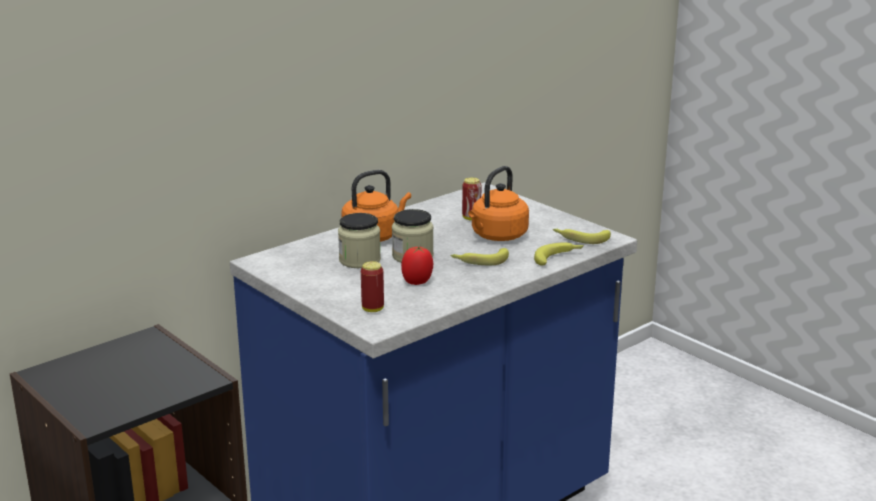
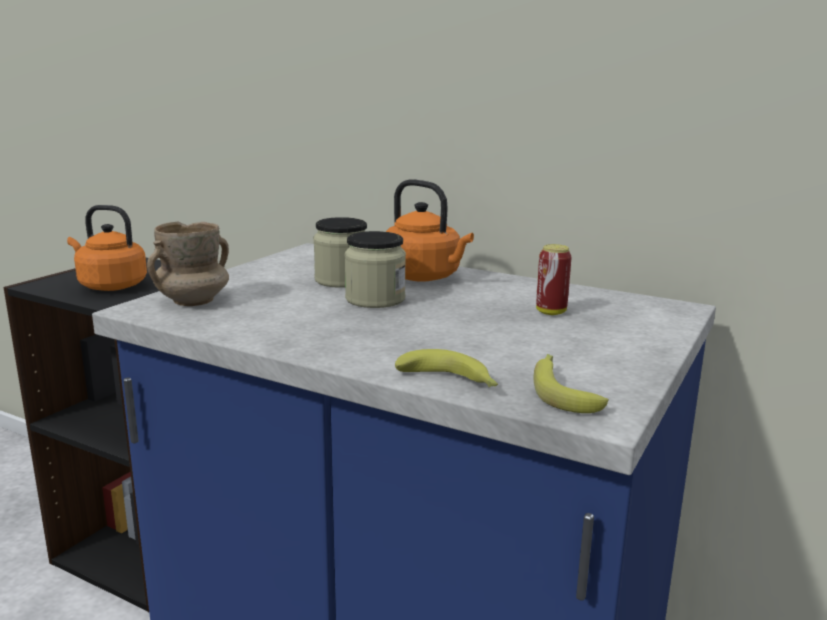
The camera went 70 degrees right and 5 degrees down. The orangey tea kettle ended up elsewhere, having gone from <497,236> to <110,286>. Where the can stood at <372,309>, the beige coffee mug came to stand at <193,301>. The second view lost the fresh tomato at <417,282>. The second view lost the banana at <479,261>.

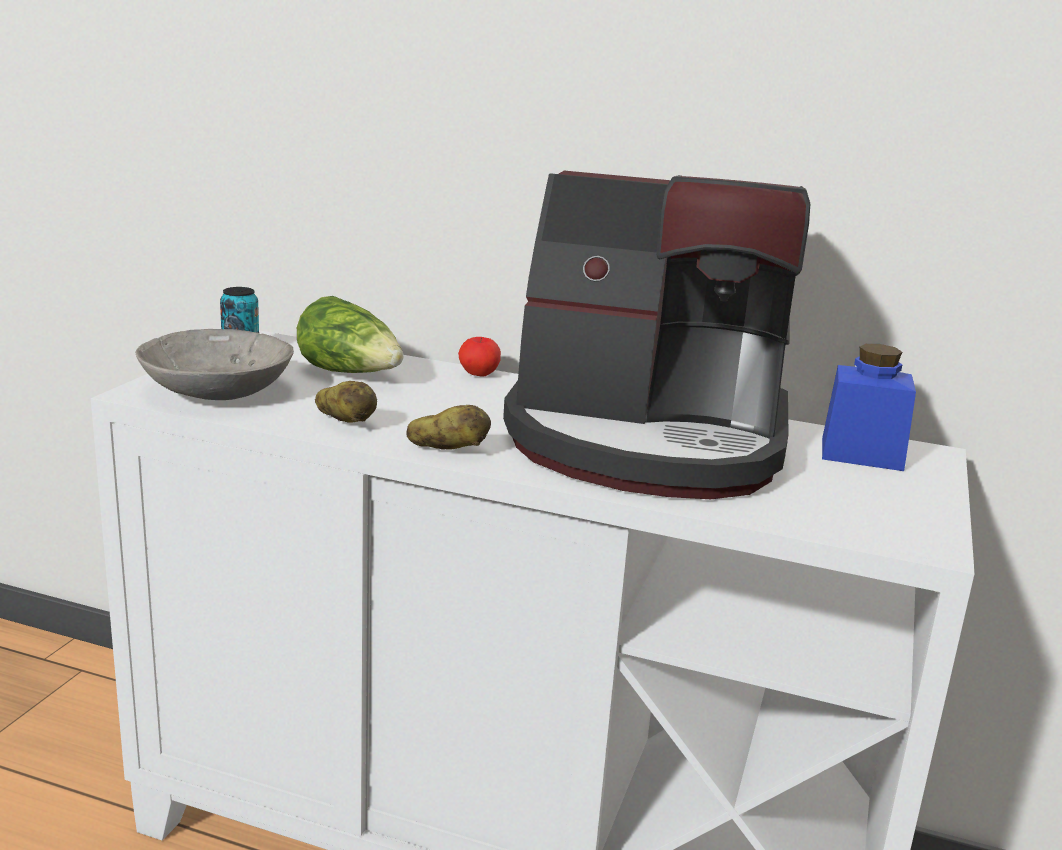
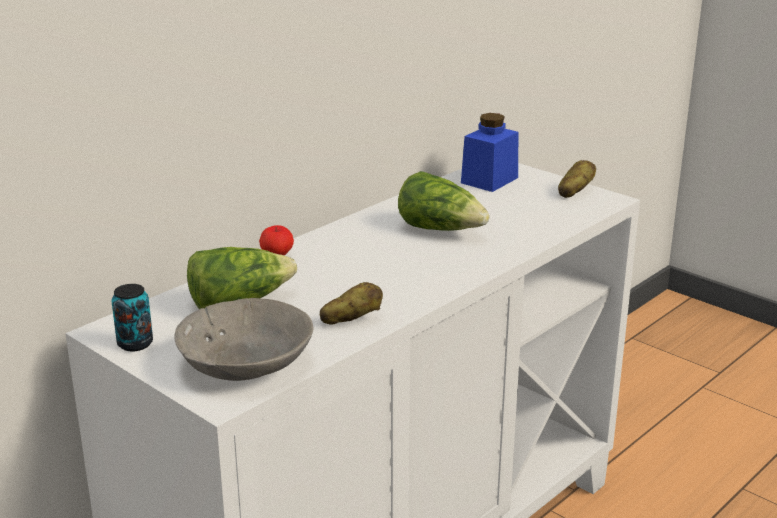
The camera went 65 degrees left and 5 degrees up. Where the coffee machine stood at <647,441>, the lettuce came to stand at <441,229>. The whole potato ended up elsewhere, having gone from <448,450> to <574,192>.

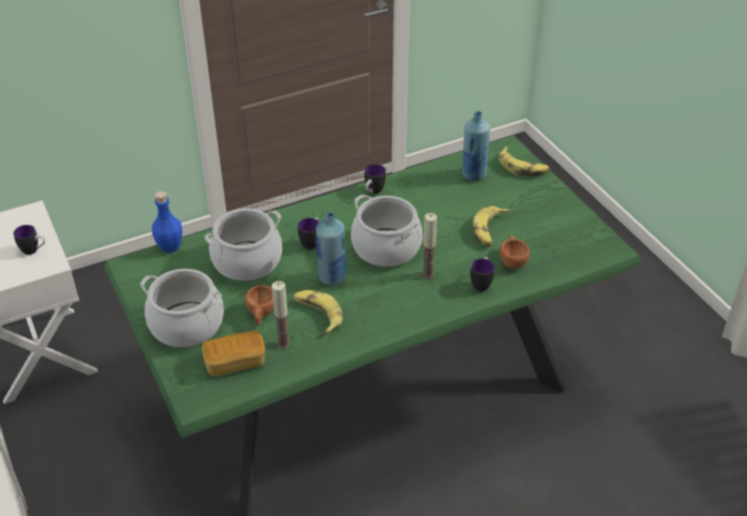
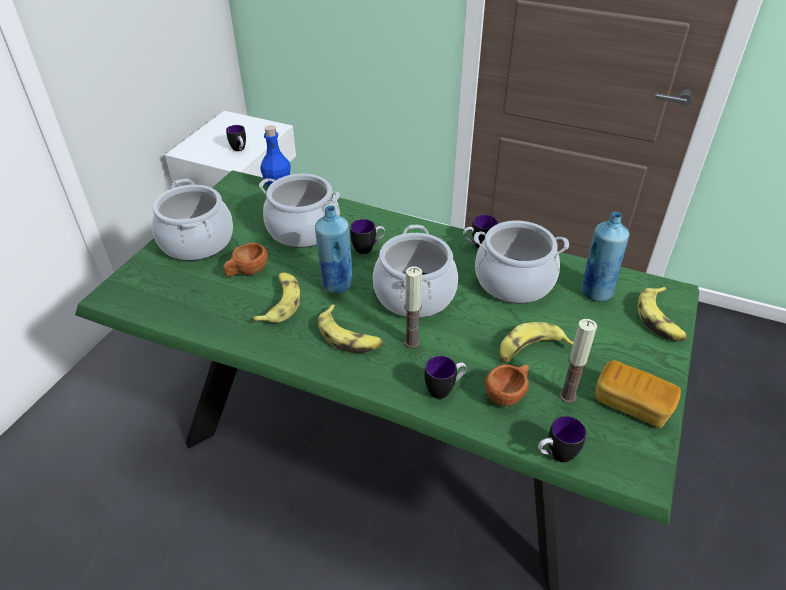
The camera went 50 degrees right and 0 degrees up. The second view gained the banana at <349,336>. The second view gained the cooking pot at <514,281>. The second view gained the coffee mug at <555,455>. The wax candle ended up elsewhere, having gone from <283,343> to <567,396>. The baked bread ended up elsewhere, having gone from <235,363> to <632,404>.

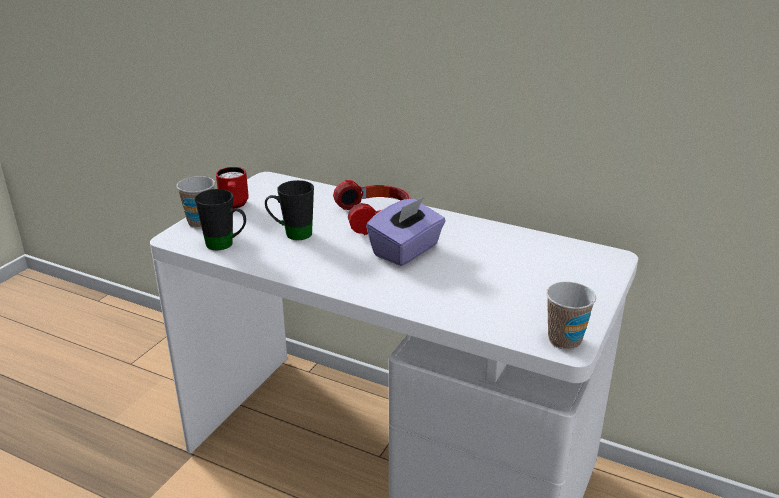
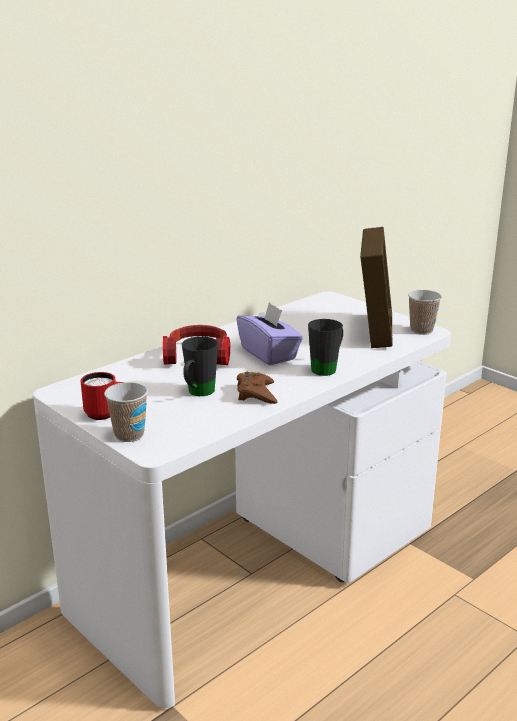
The camera went 70 degrees left and 5 degrees down. The second view gained the brown joypad at <256,393>. The blackish coffee mug ended up elsewhere, having gone from <226,245> to <327,368>. The second view gained the standing frame at <374,330>.

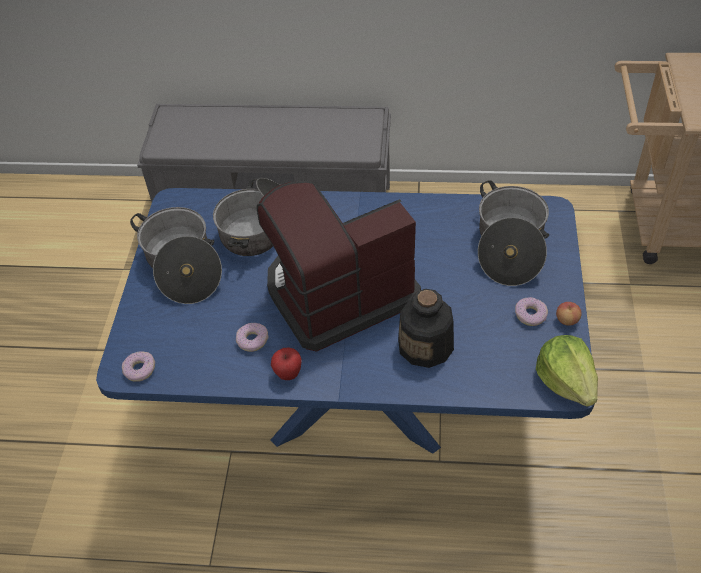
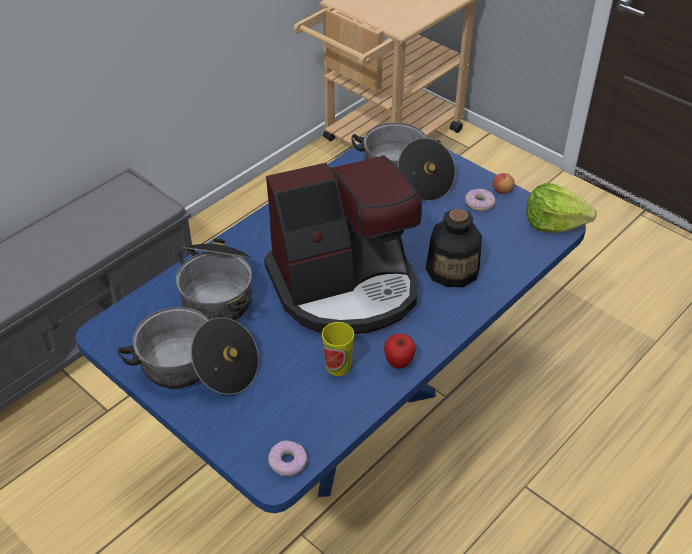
The camera went 55 degrees left and 5 degrees down. The coffee machine at <338,293> ended up facing another way, 120 degrees counterclockwise from before. Where the ring doughnut stood at <252,340>, the cup came to stand at <338,366>.

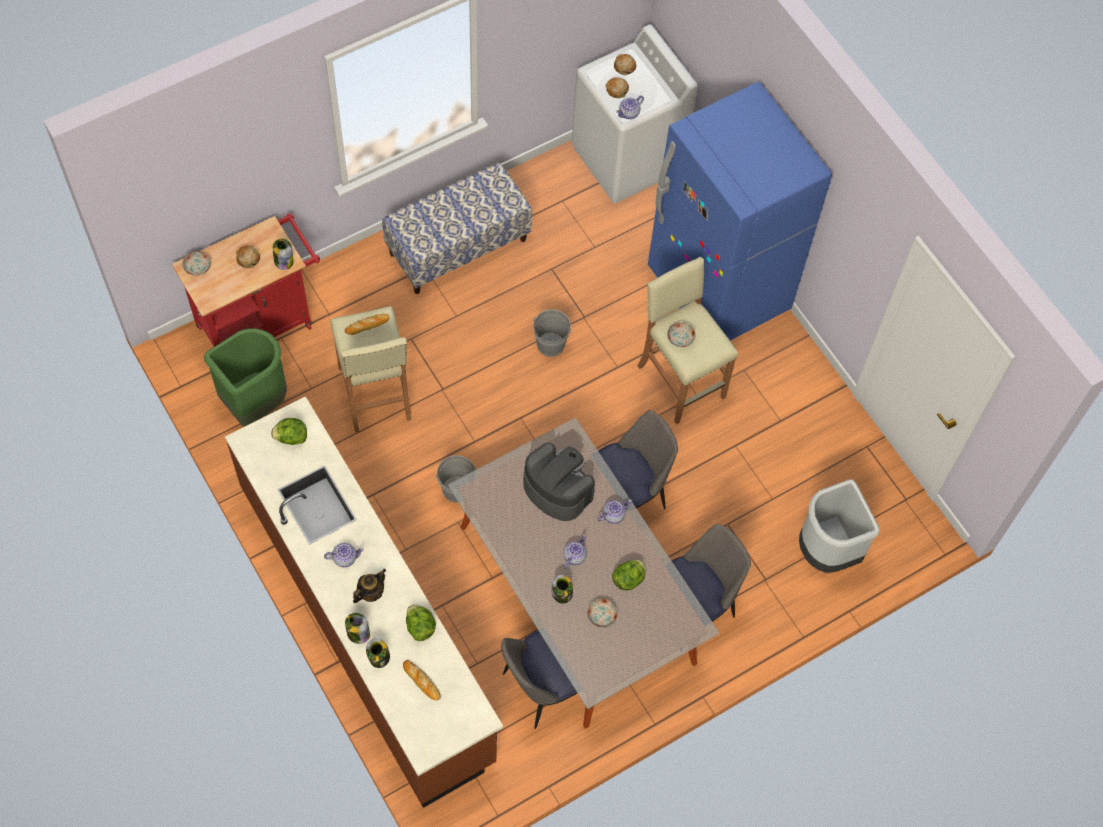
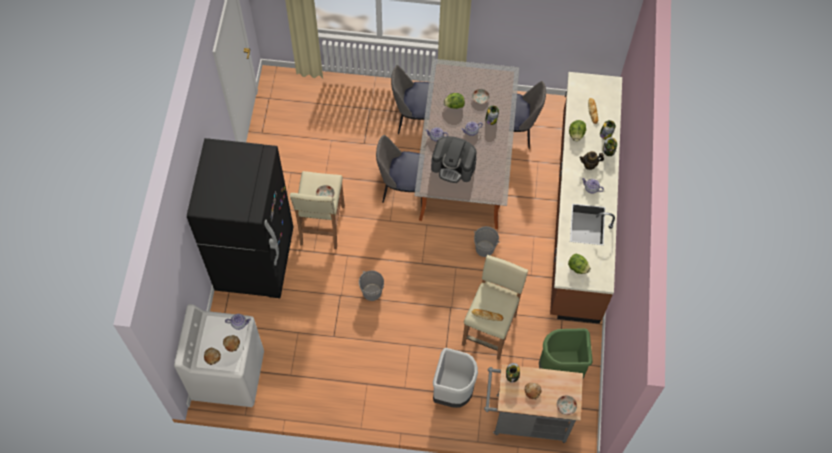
The camera went 140 degrees left and 0 degrees up. What was the blue fridge at <718,290> turned into the blackish fridge at <255,260>. The coffee machine at <557,489> ended up facing another way, 60 degrees counterclockwise from before. The grey trash can ended up elsewhere, having gone from <826,551> to <452,392>. What was the red trolley at <261,323> turned into the grey trolley at <525,418>. The second view lost the indoor bench at <458,246>.

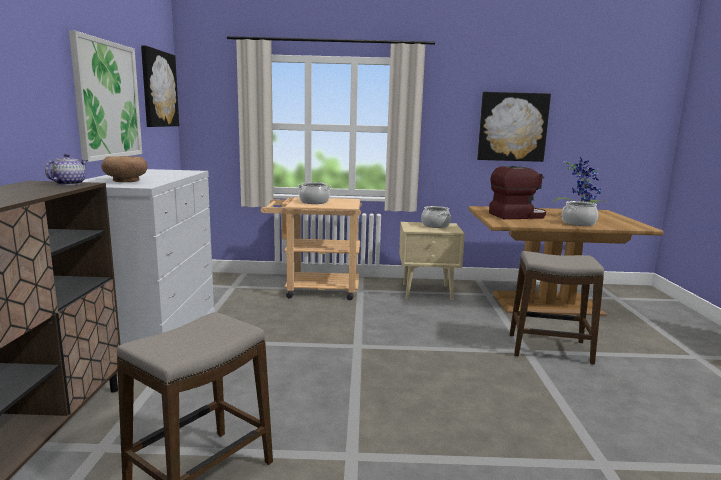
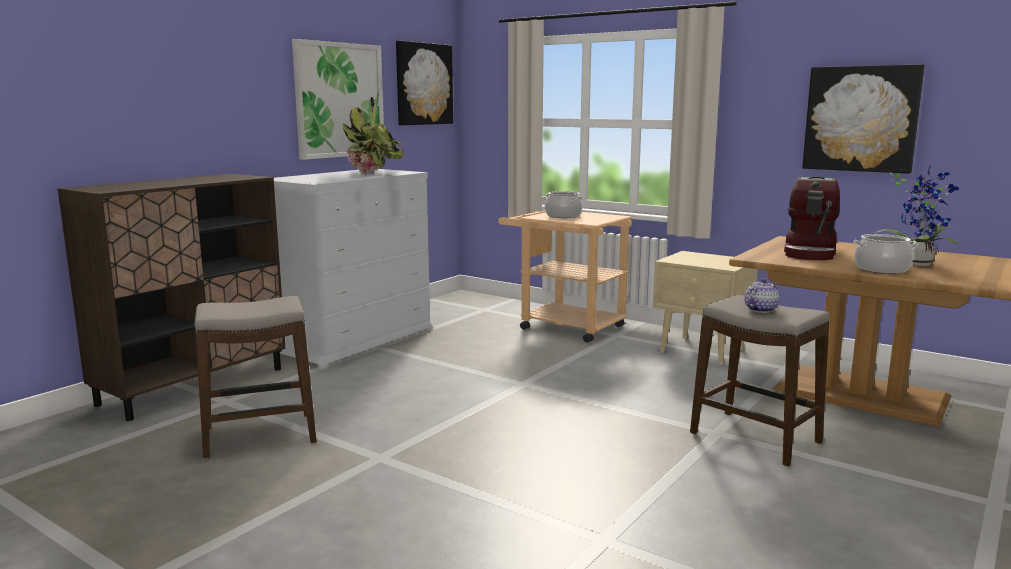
The camera went 35 degrees right and 0 degrees up. The second view gained the potted plant at <376,173>. The pot for tea ended up elsewhere, having gone from <69,184> to <760,309>. The coffee machine at <517,216> ended up facing another way, 90 degrees clockwise from before. The second view lost the brown bowl at <125,181>. The second view lost the cooking pot at <435,225>.

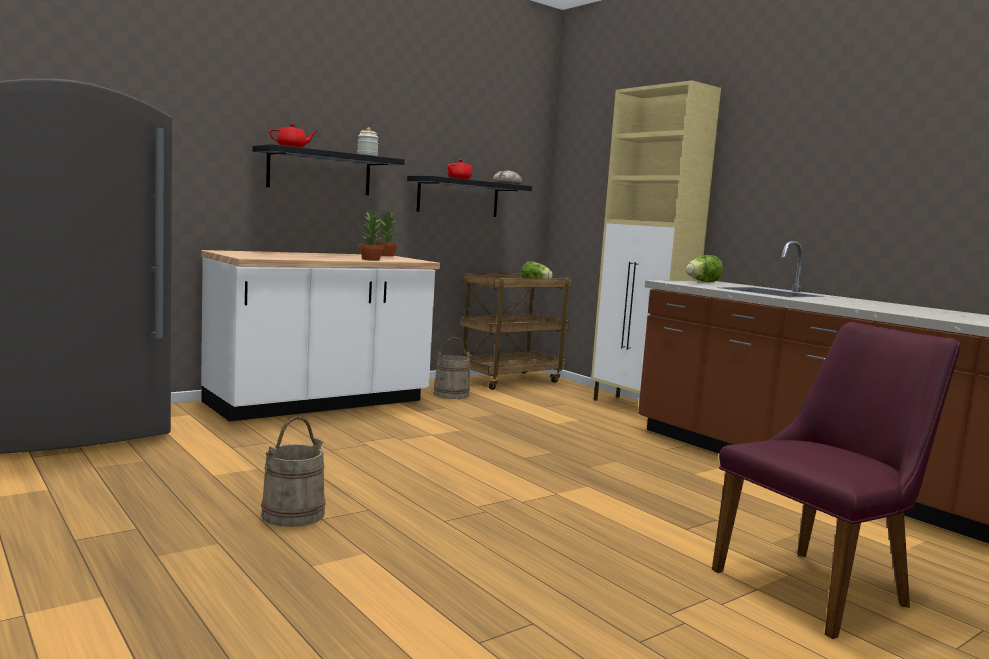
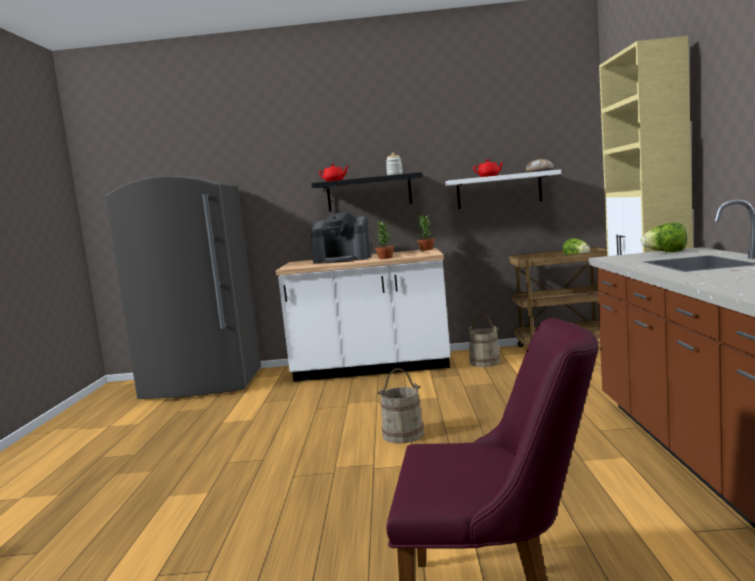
The camera went 40 degrees right and 0 degrees up. The second view gained the coffee machine at <343,259>. The beige bucket ended up elsewhere, having gone from <293,514> to <403,434>. What was the blackish bracket shelf at <458,197> turned into the whitish bracket shelf at <499,190>.

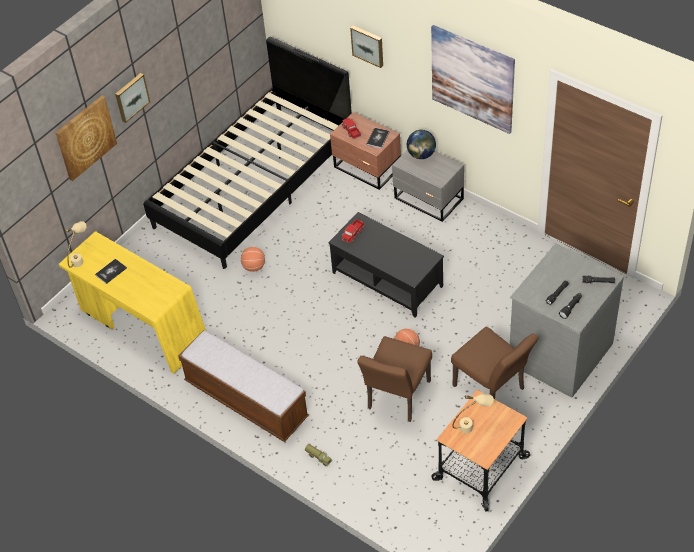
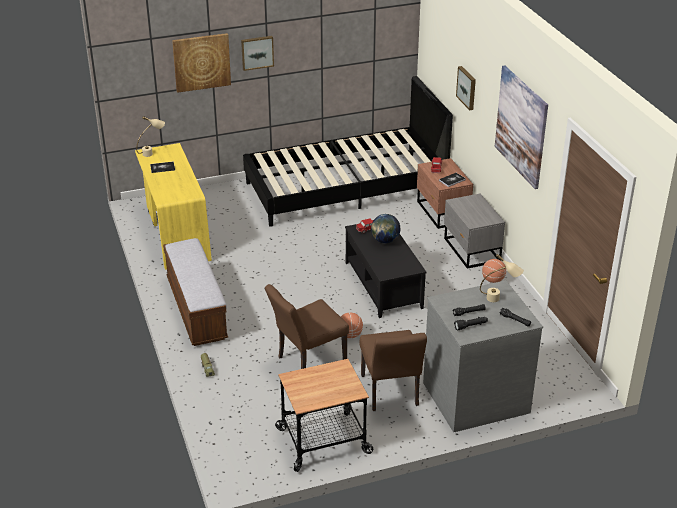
The camera went 30 degrees right and 15 degrees down. The world globe ended up elsewhere, having gone from <421,155> to <385,241>. The beige table lamp ended up elsewhere, having gone from <472,426> to <499,299>. The ball for basketball ended up elsewhere, having gone from <254,267> to <493,280>.

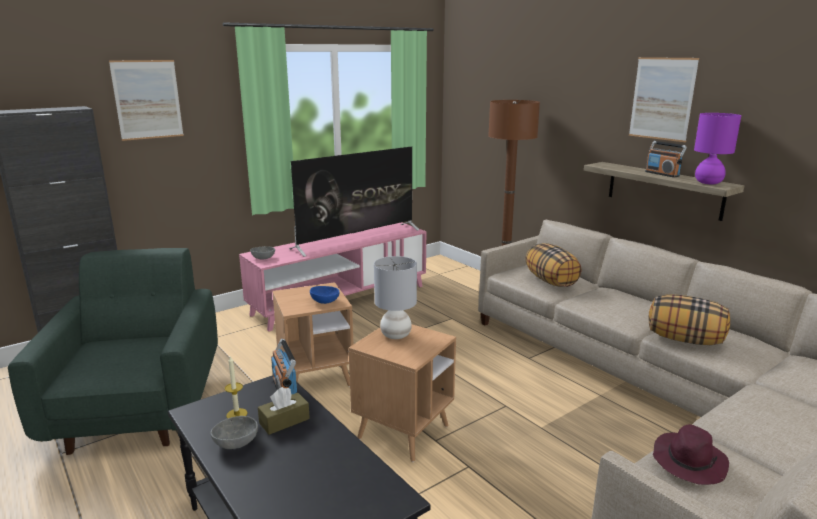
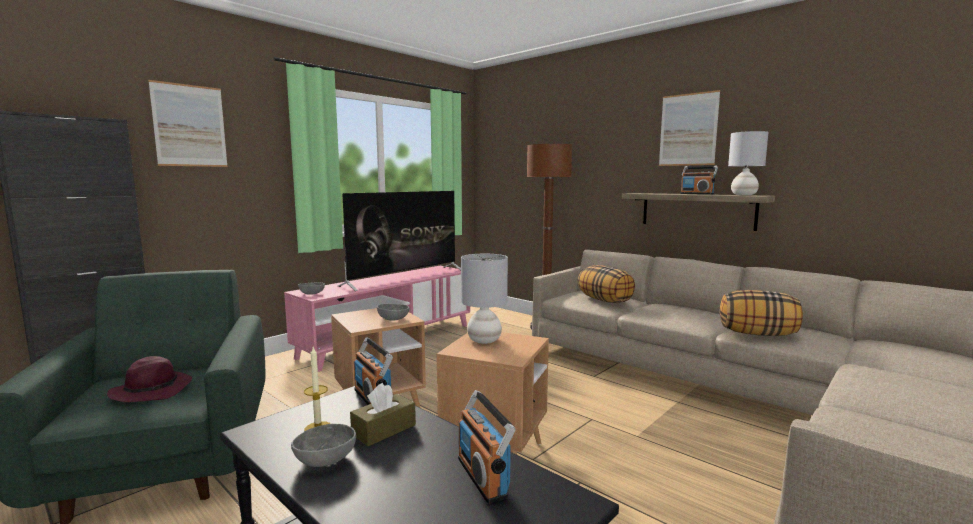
The camera went 10 degrees left and 10 degrees down. The purple hat ended up elsewhere, having gone from <688,462> to <153,390>. What was the blue bowl at <325,301> turned into the grey bowl at <393,319>. The second view gained the radio at <482,477>. What was the purple table lamp at <708,183> turned into the grey table lamp at <744,195>.

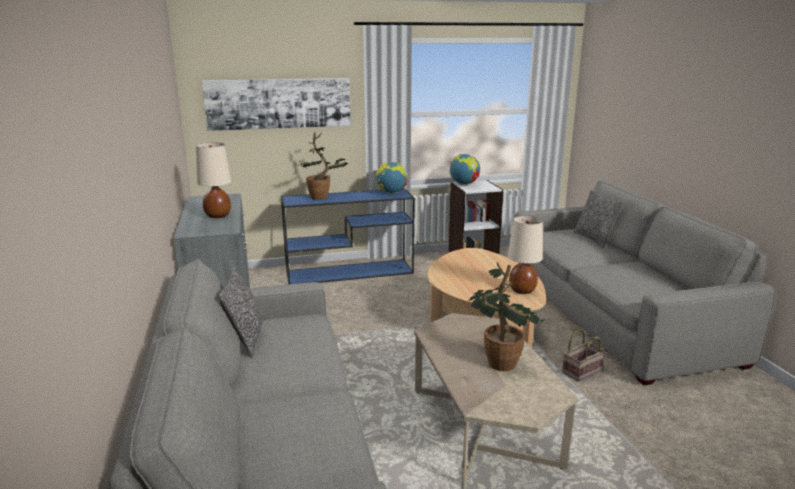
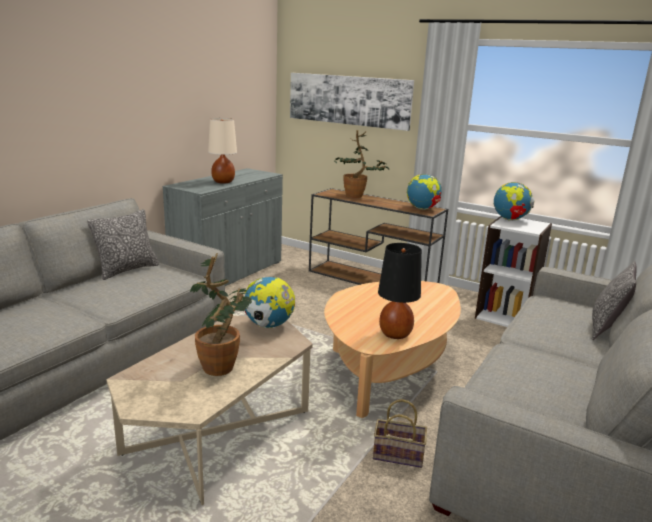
The camera went 45 degrees right and 0 degrees up. The second view gained the world globe at <268,326>. What was the blue narrow table at <350,272> turned into the brown narrow table at <373,280>. What was the beige table lamp at <522,290> turned into the blackish table lamp at <395,334>.

